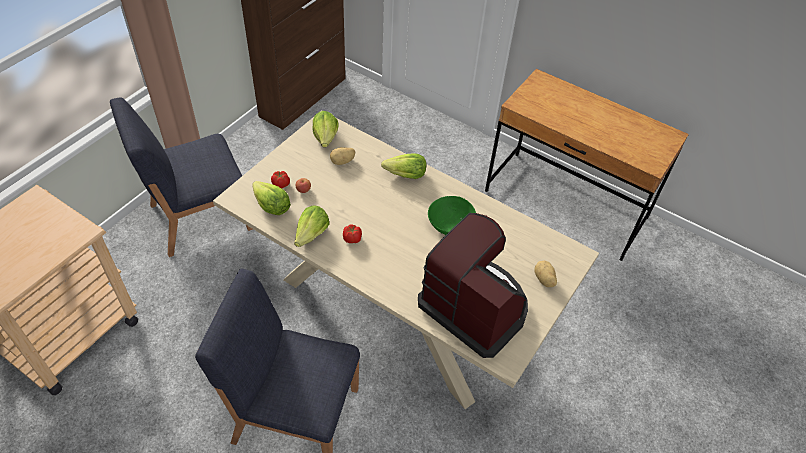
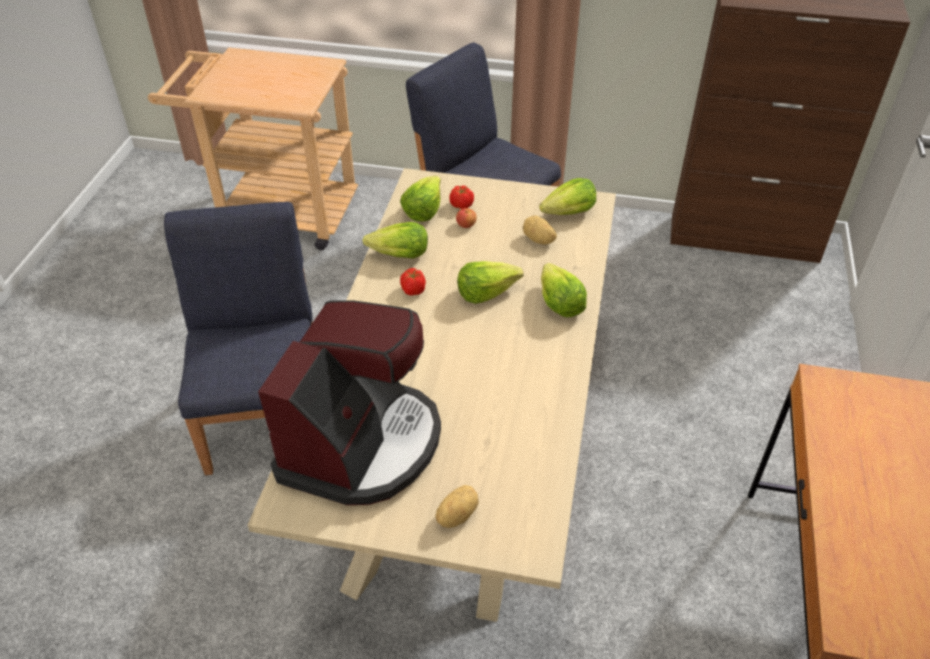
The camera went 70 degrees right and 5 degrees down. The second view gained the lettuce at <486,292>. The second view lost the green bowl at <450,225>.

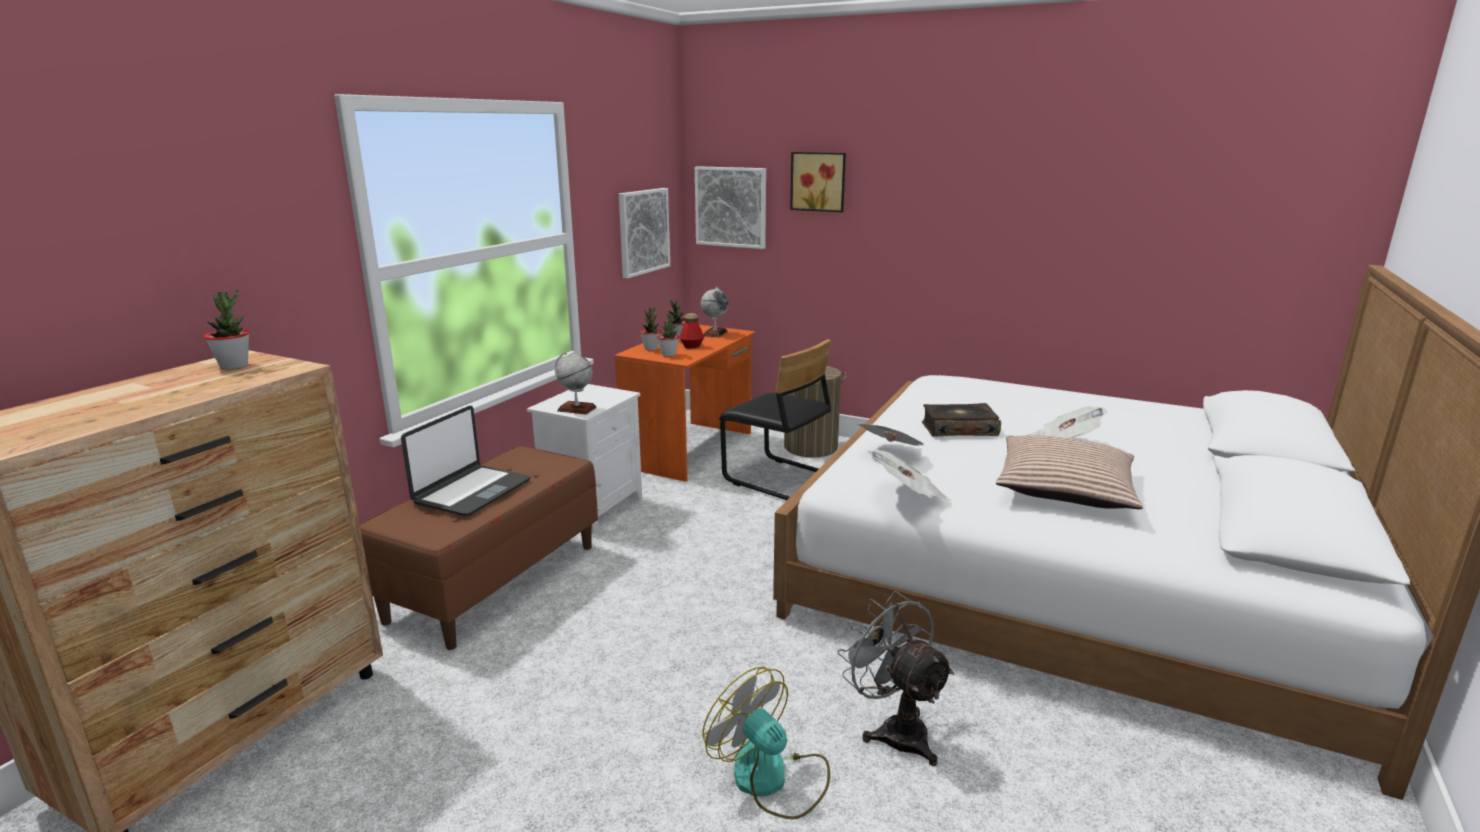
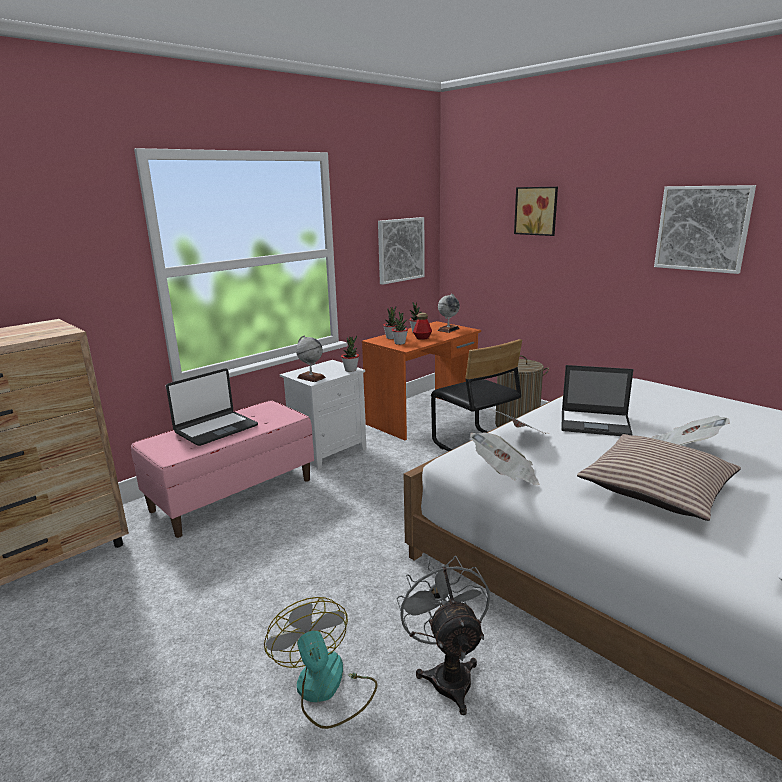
The camera went 20 degrees right and 0 degrees up. What was the brown indoor bench at <494,581> turned into the pinkish indoor bench at <233,494>. The potted plant ended up elsewhere, having gone from <234,366> to <350,370>. Where the book stood at <959,429>, the laptop came to stand at <596,423>. The picture ended up elsewhere, having gone from <731,207> to <702,228>.

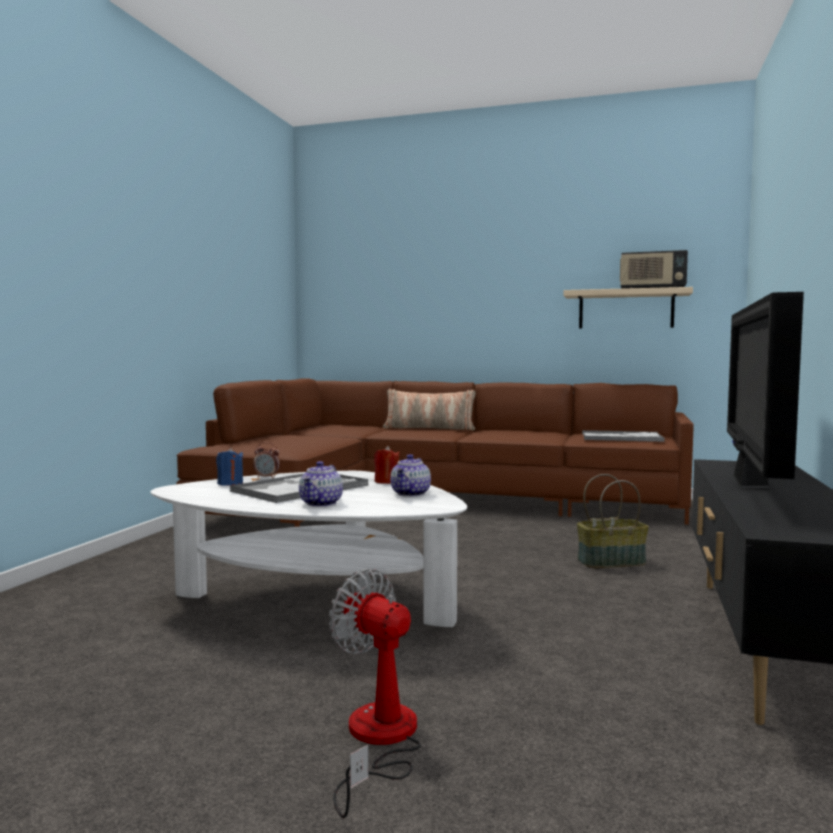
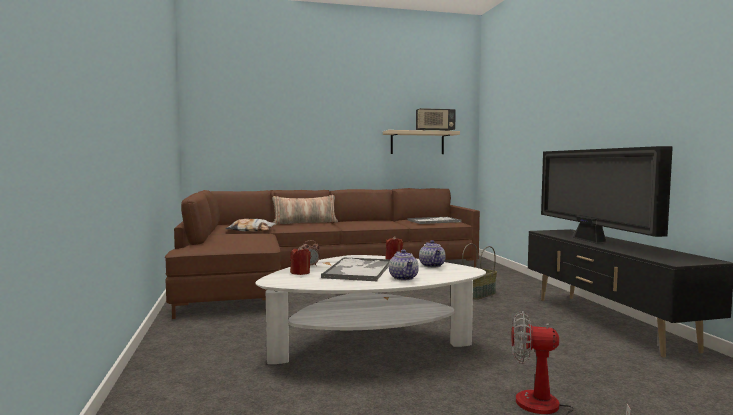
The camera went 30 degrees left and 0 degrees up. The second view gained the cushion at <251,230>. What was the blue wax candle at <230,483> turned into the red wax candle at <300,273>.

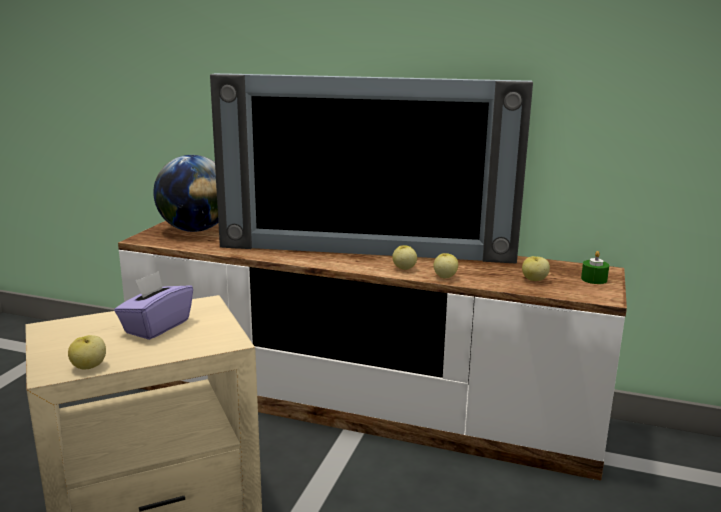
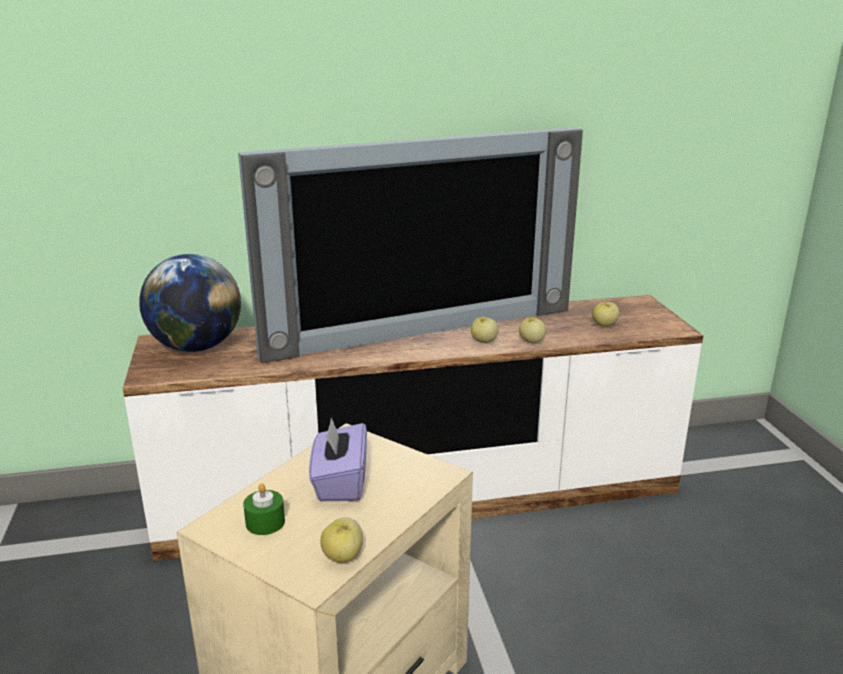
The camera went 30 degrees left and 5 degrees up. The green wax candle ended up elsewhere, having gone from <594,279> to <265,522>.

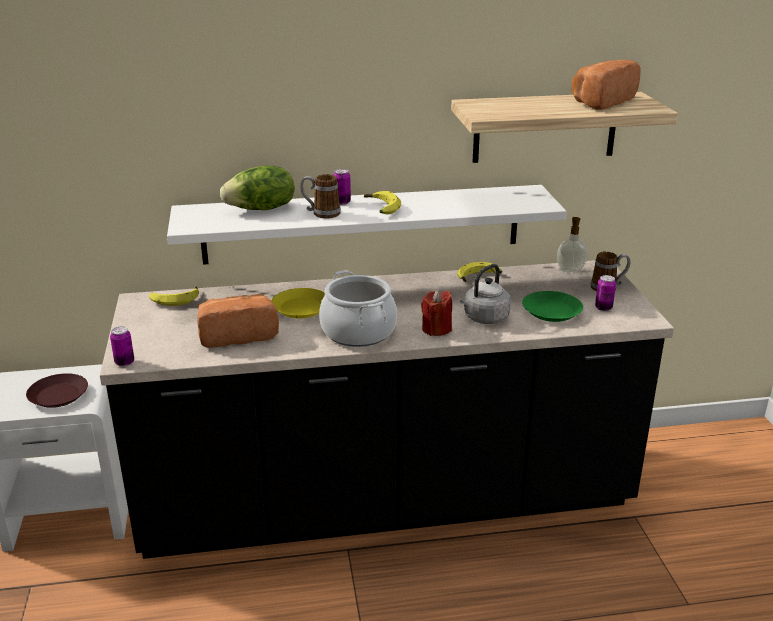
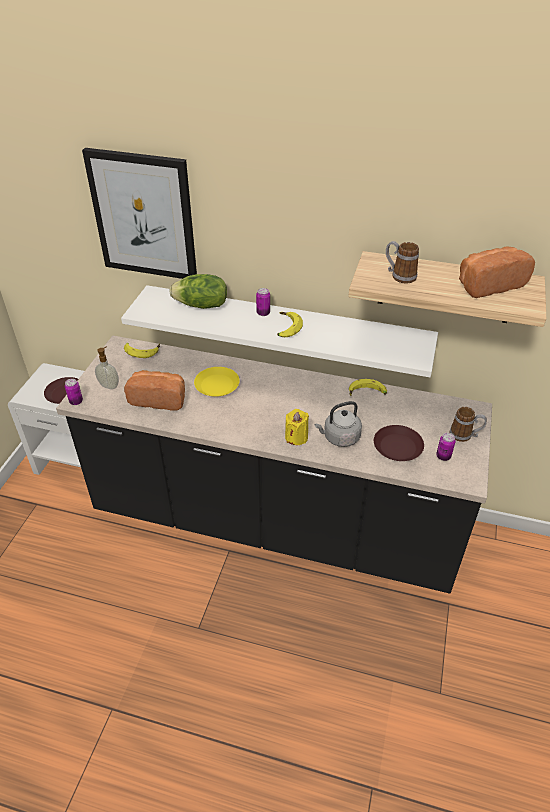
The camera went 25 degrees right and 15 degrees up. The second view gained the picture at <144,215>. The liquid soap bottle ended up elsewhere, having gone from <570,269> to <109,385>. What was the red wax candle at <436,329> turned into the yellow wax candle at <296,437>. What was the green dinner plate at <551,312> turned into the brown dinner plate at <397,447>. The coffee mug ended up elsewhere, having gone from <321,213> to <399,275>. The second view lost the cooking pot at <358,331>.

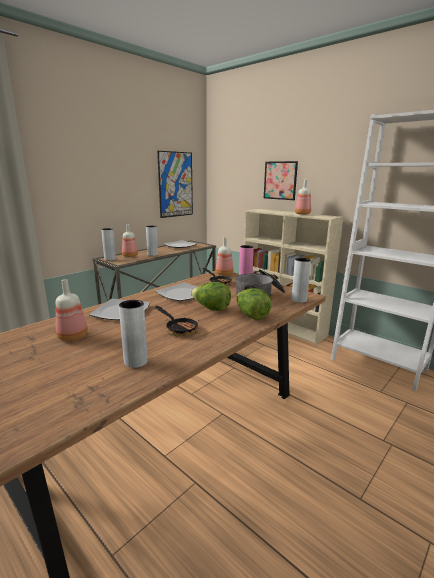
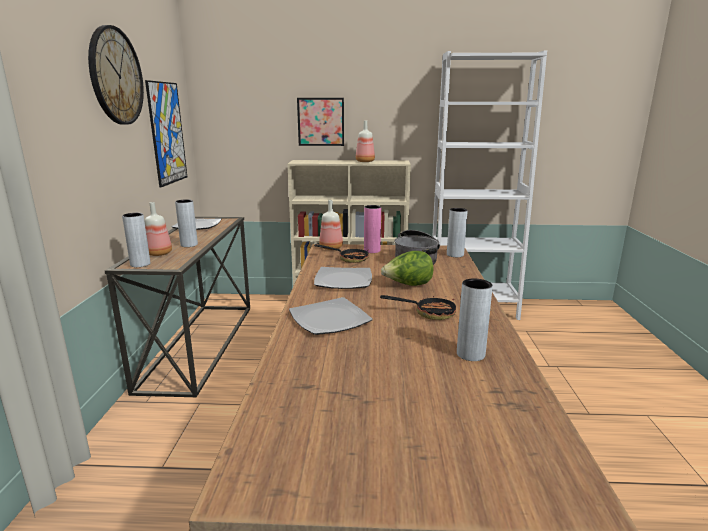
The camera went 40 degrees left and 0 degrees up. The second view gained the hanging clock at <116,76>. The second view lost the beverage bottle at <74,336>. The second view lost the lettuce at <251,316>.

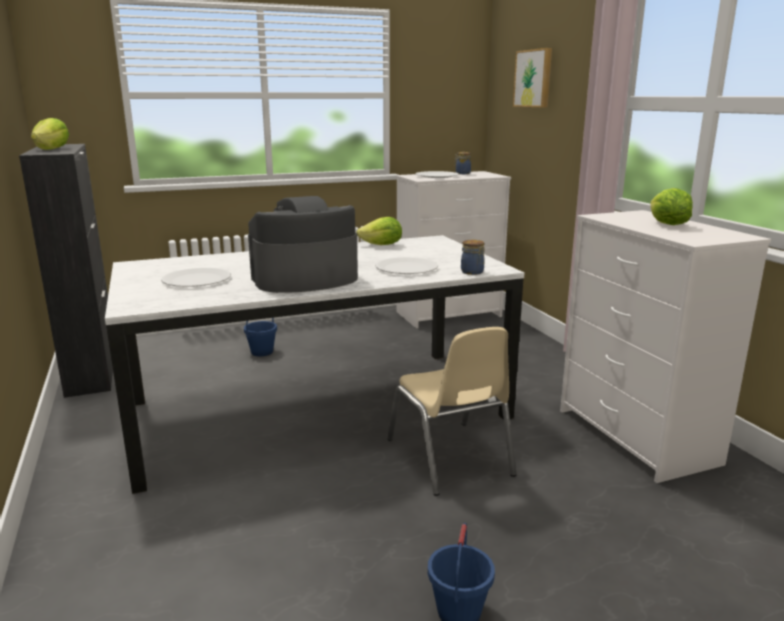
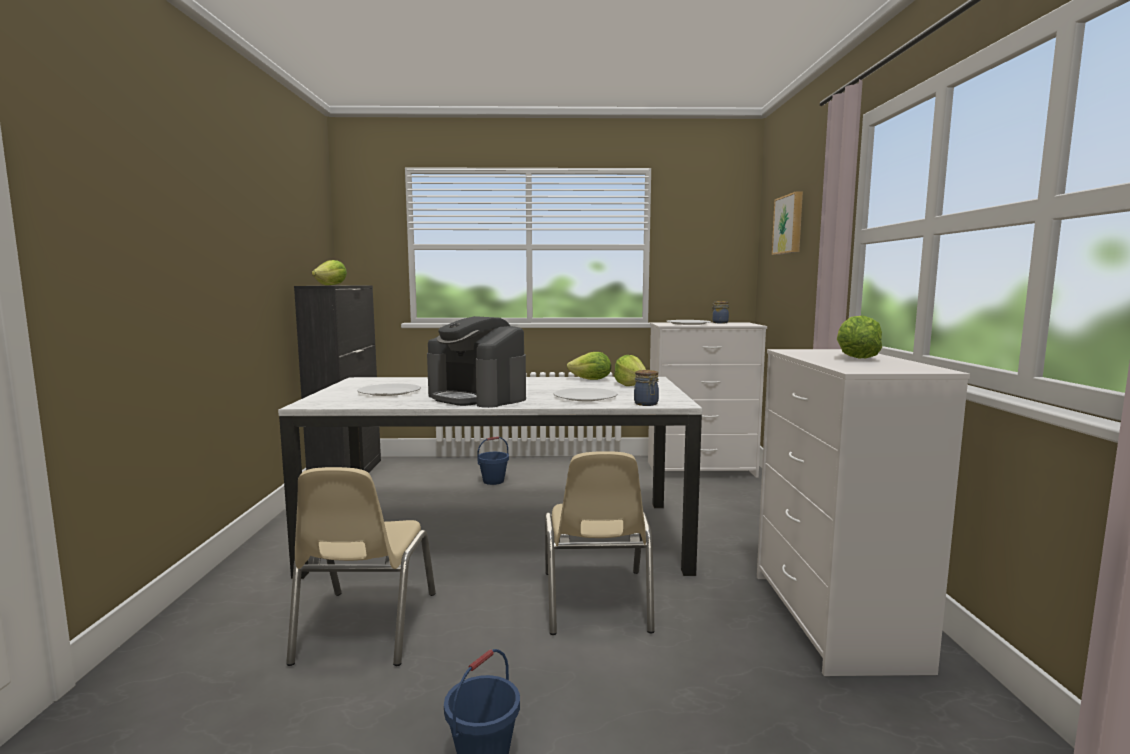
The camera went 20 degrees right and 10 degrees down. The second view gained the beige chair at <365,627>. The coffee machine at <304,279> ended up facing another way, 135 degrees counterclockwise from before. The second view gained the lettuce at <630,385>.

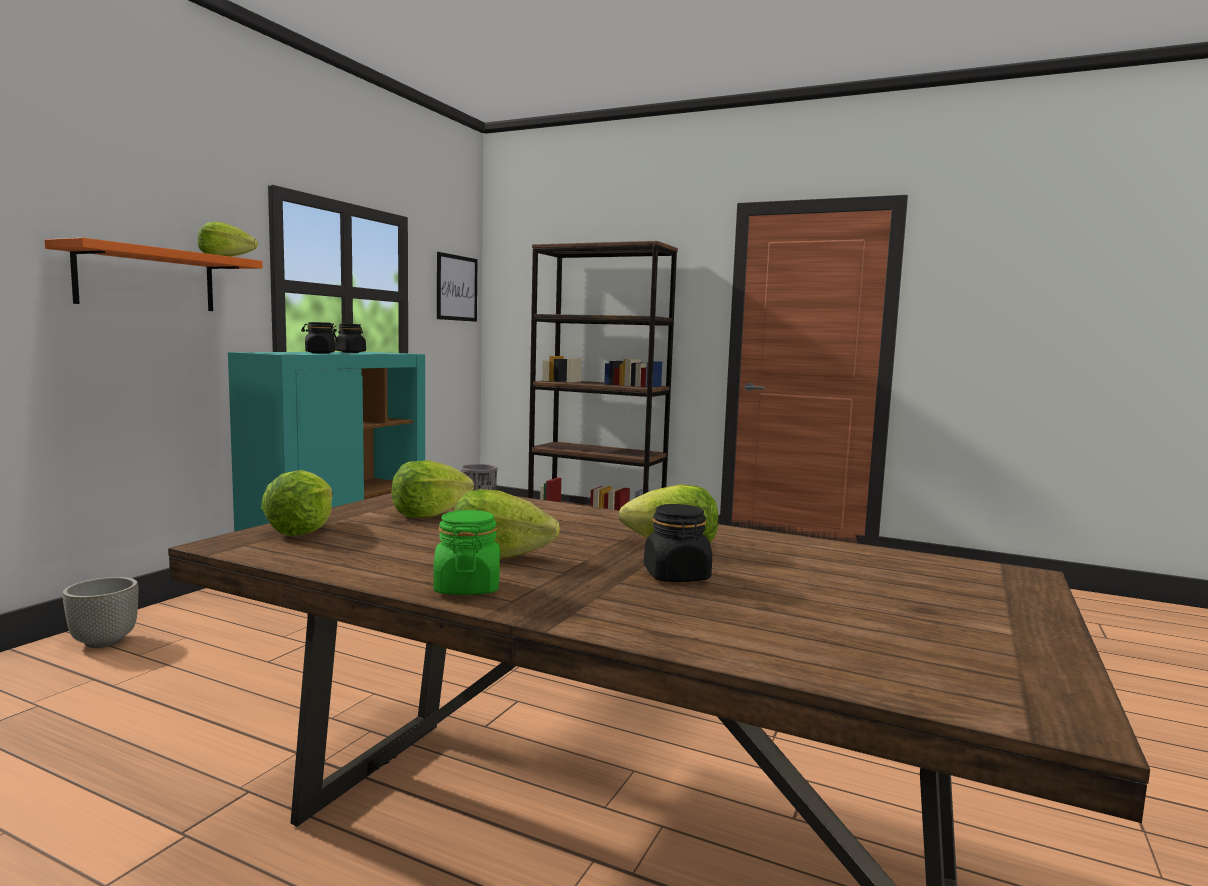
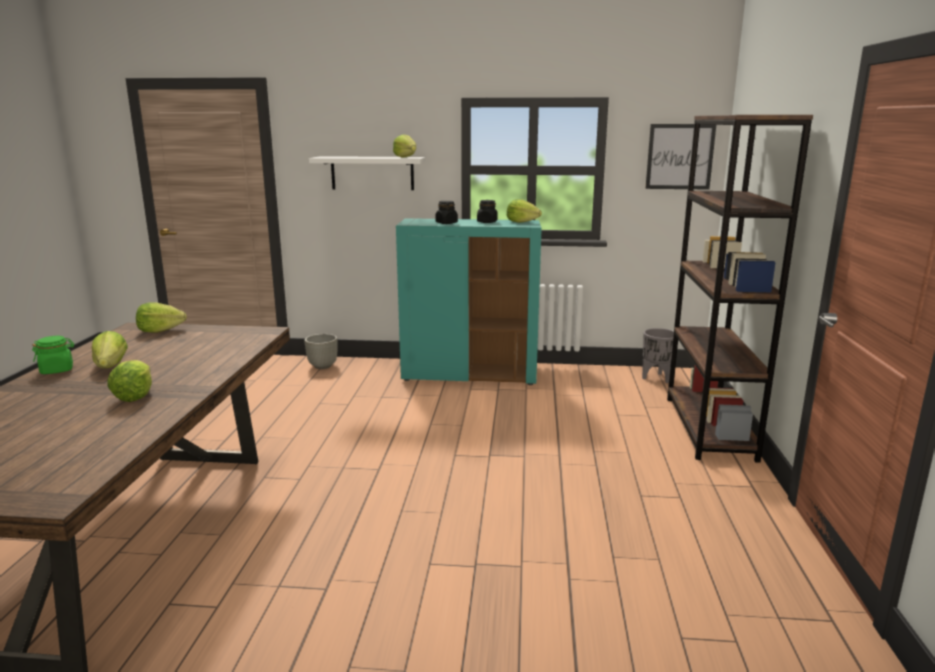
The camera went 70 degrees right and 10 degrees up. What was the orangey bracket shelf at <147,279> turned into the whitish bracket shelf at <372,173>. The lettuce ended up elsewhere, having gone from <429,514> to <522,222>. The second view lost the blackish preserve jar at <676,576>.

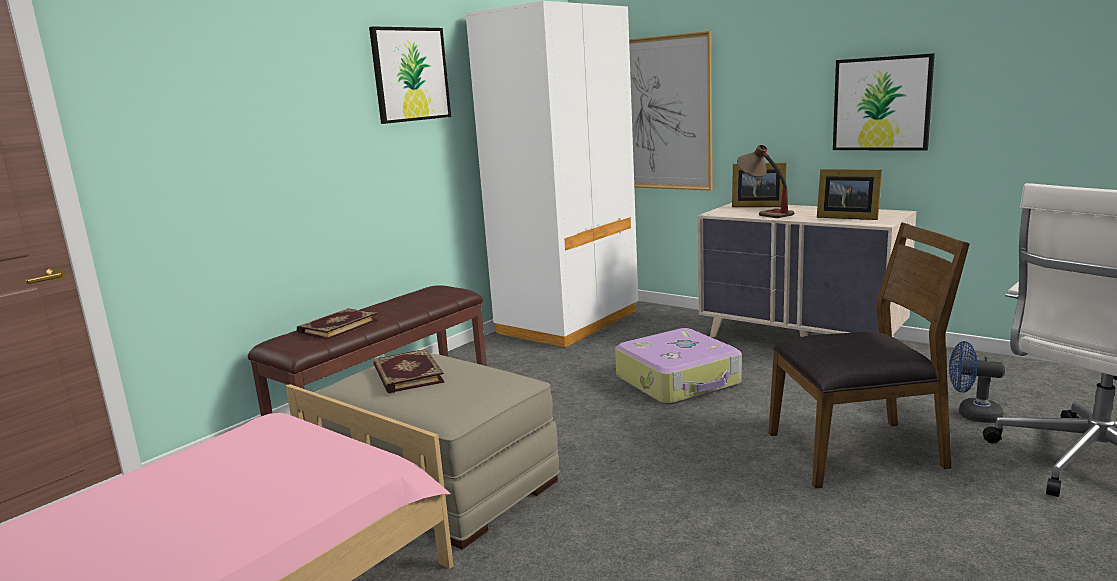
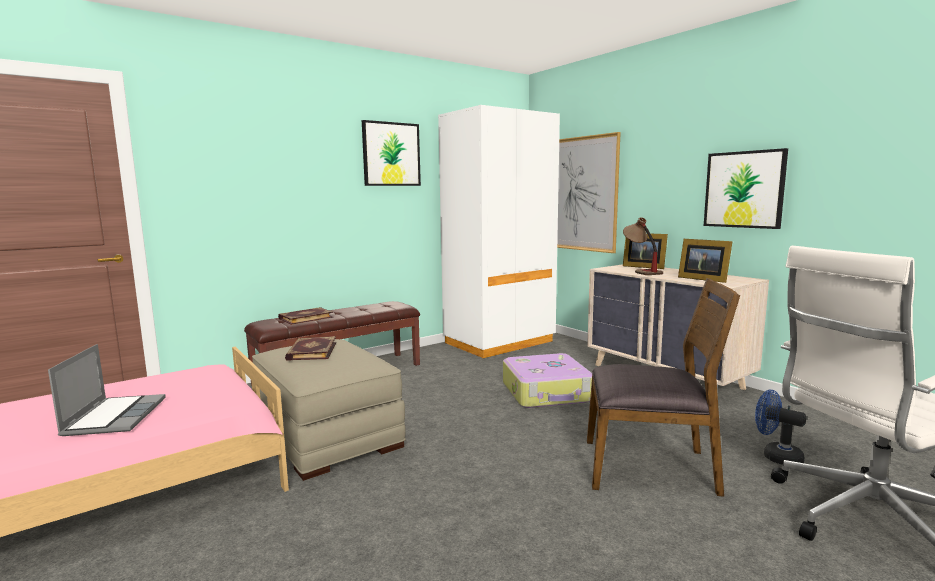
The camera went 15 degrees right and 5 degrees down. The second view gained the laptop at <115,416>.

